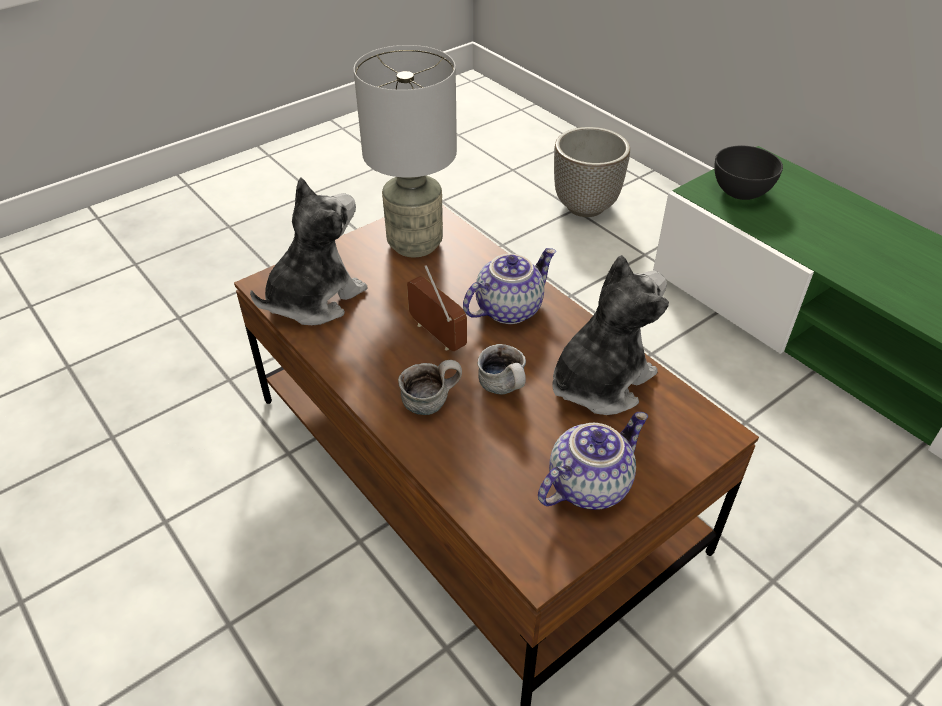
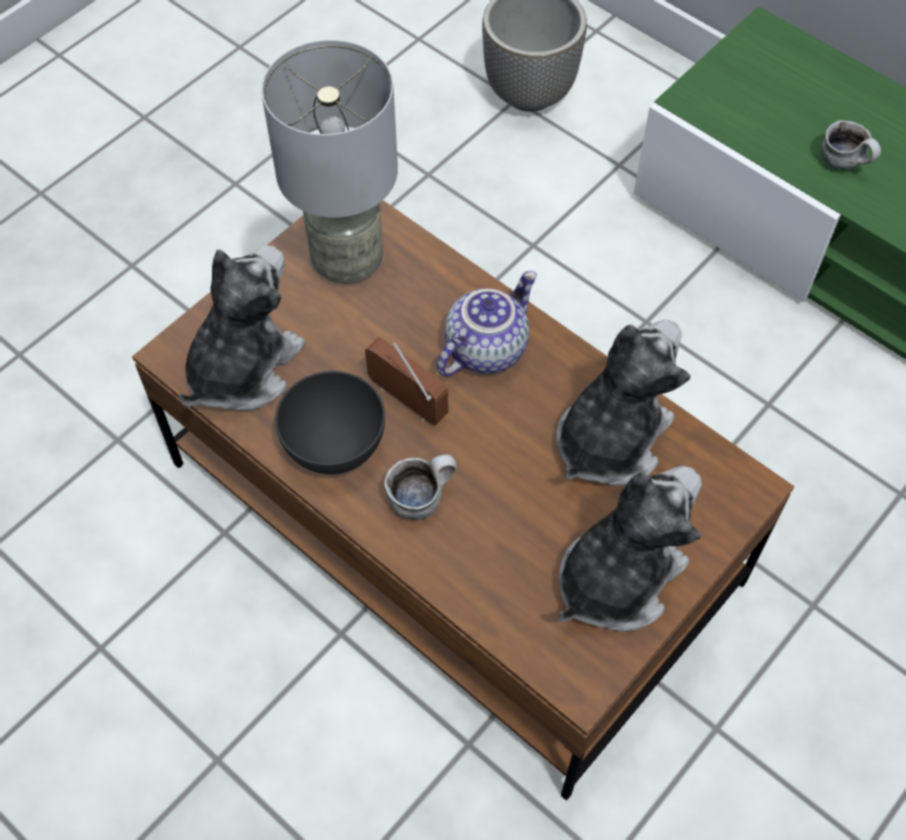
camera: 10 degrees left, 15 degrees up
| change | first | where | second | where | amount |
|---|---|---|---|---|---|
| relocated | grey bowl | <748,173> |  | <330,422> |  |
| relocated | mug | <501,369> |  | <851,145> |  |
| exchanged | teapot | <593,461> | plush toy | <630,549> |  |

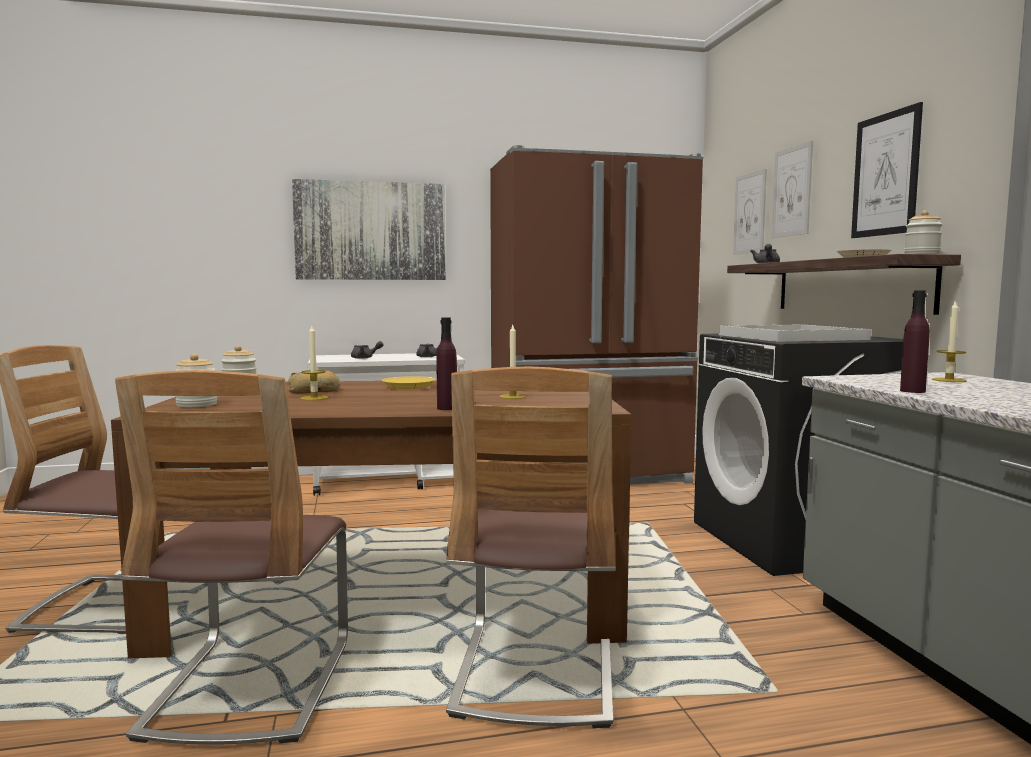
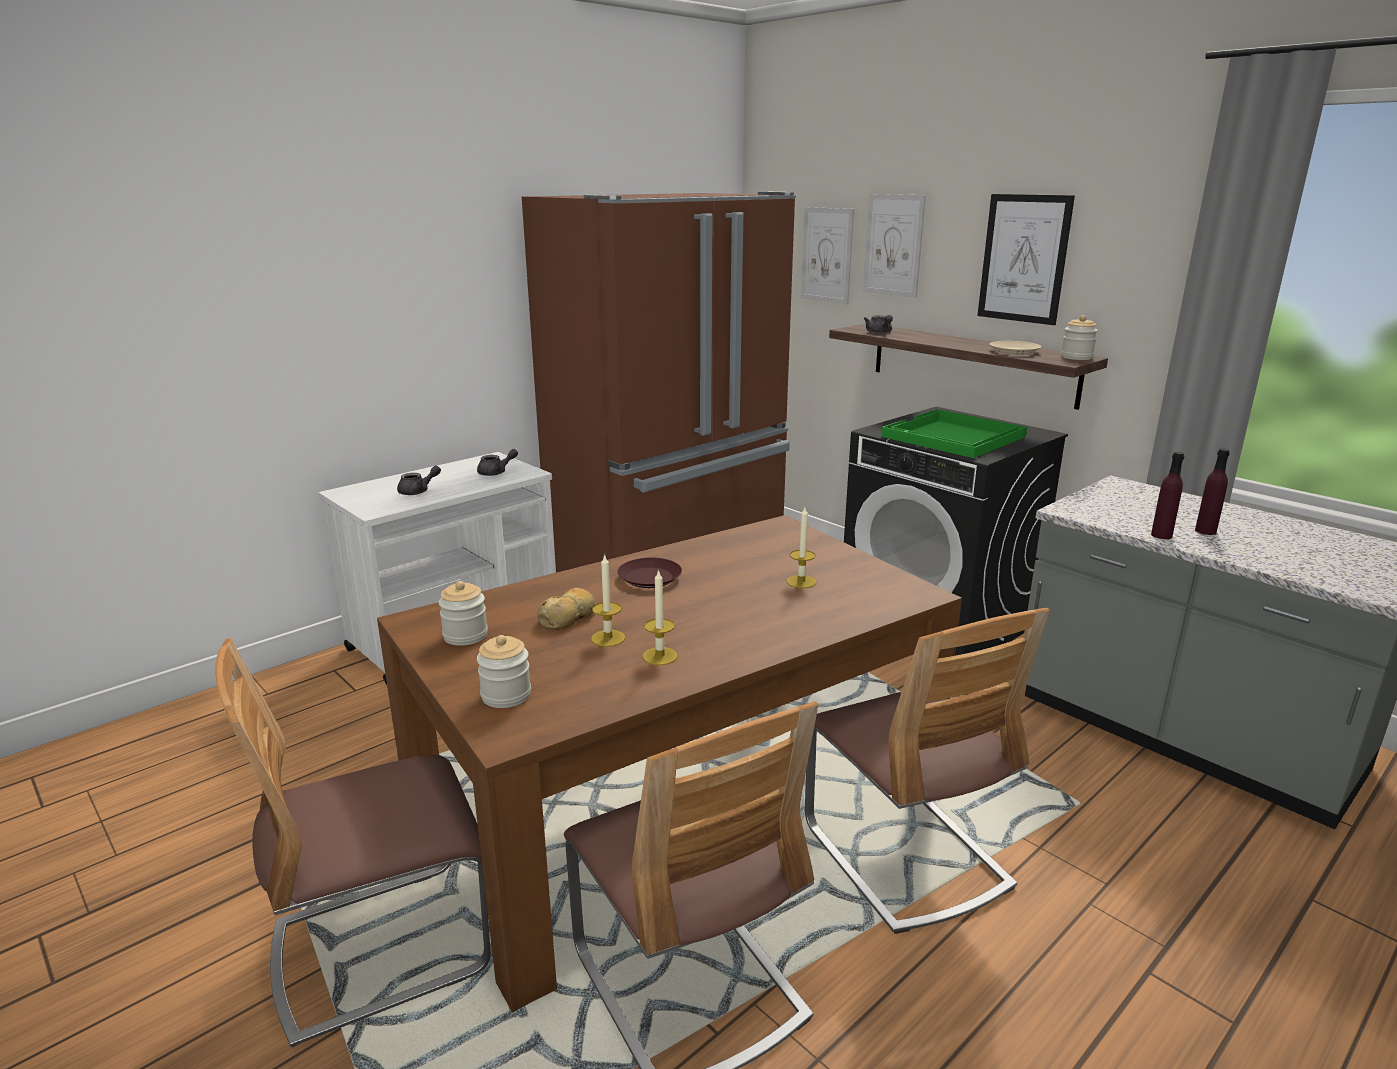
camera: 30 degrees left, 15 degrees up
| change | first | where | second | where | amount |
|---|---|---|---|---|---|
| missing | picture | <369,229> |  |  |  |
| relocated | candle | <949,342> |  | <660,617> |  |
| relocated | purple bottle | <446,363> |  | <1212,491> |  |
| colour | white tray | <795,333> | green tray | <954,433> |  |
| colour | yellow plate | <408,382> | brown plate | <650,573> |  |

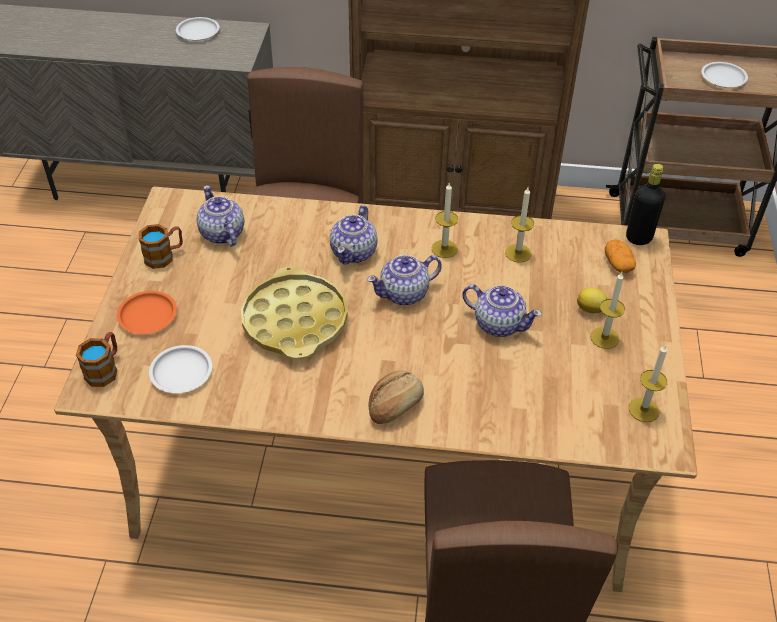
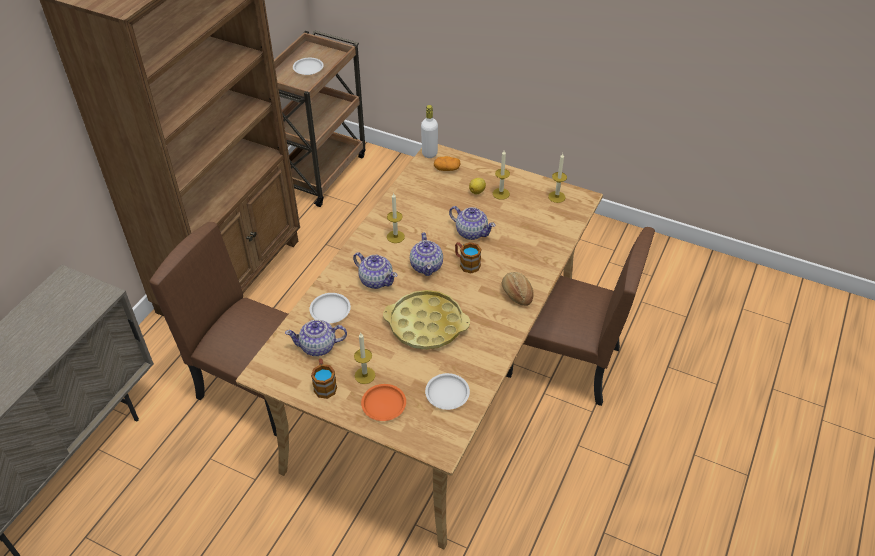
camera: 70 degrees left, 0 degrees up
| change | first | where | second | where | amount |
|---|---|---|---|---|---|
| relocated | white plate | <197,28> |  | <330,308> |  |
| colour | black bottle | <646,204> | white bottle | <429,131> |  |
| relocated | candle | <519,225> |  | <364,358> |  |
| spun | teapot | <502,310> |  | <472,223> | 75 degrees clockwise |
| relocated | mug | <96,359> |  | <468,257> |  |

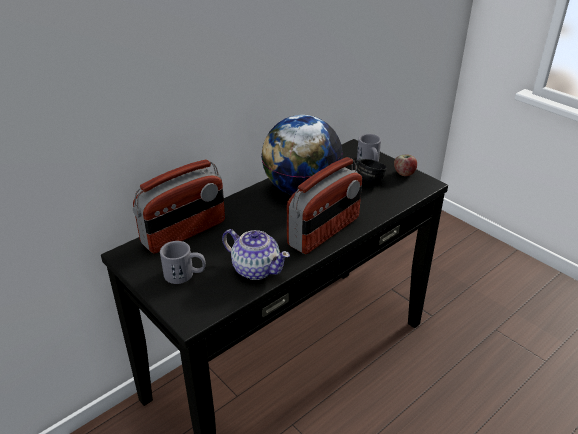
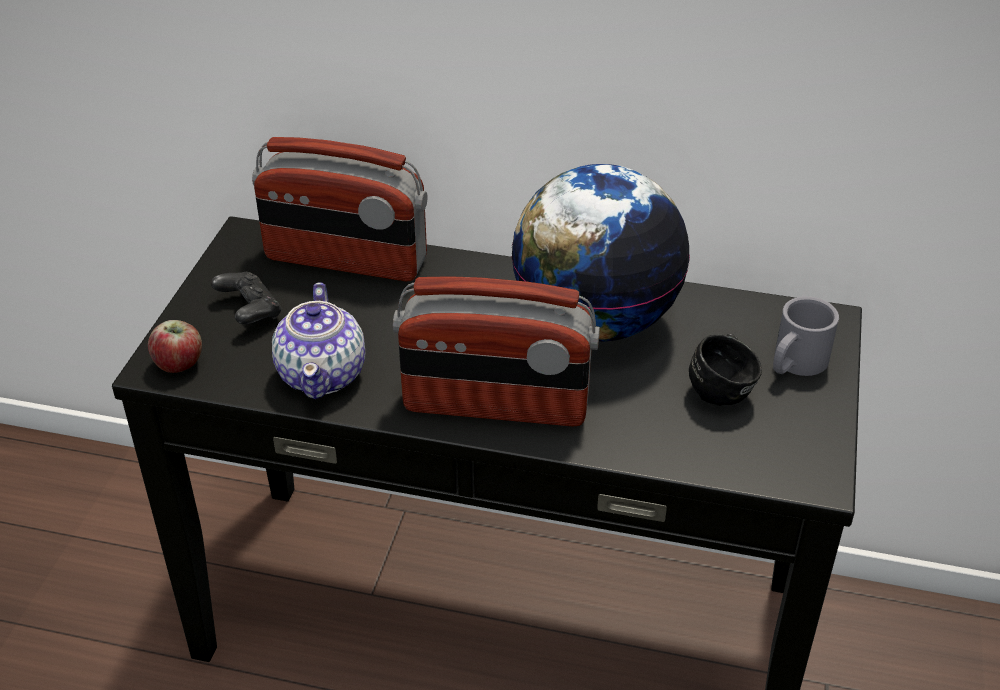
camera: 55 degrees right, 5 degrees up
| change | first | where | second | where | amount |
|---|---|---|---|---|---|
| relocated | apple | <405,165> |  | <175,346> |  |
| exchanged | grey mug | <183,262> | black game controller | <246,298> |  |

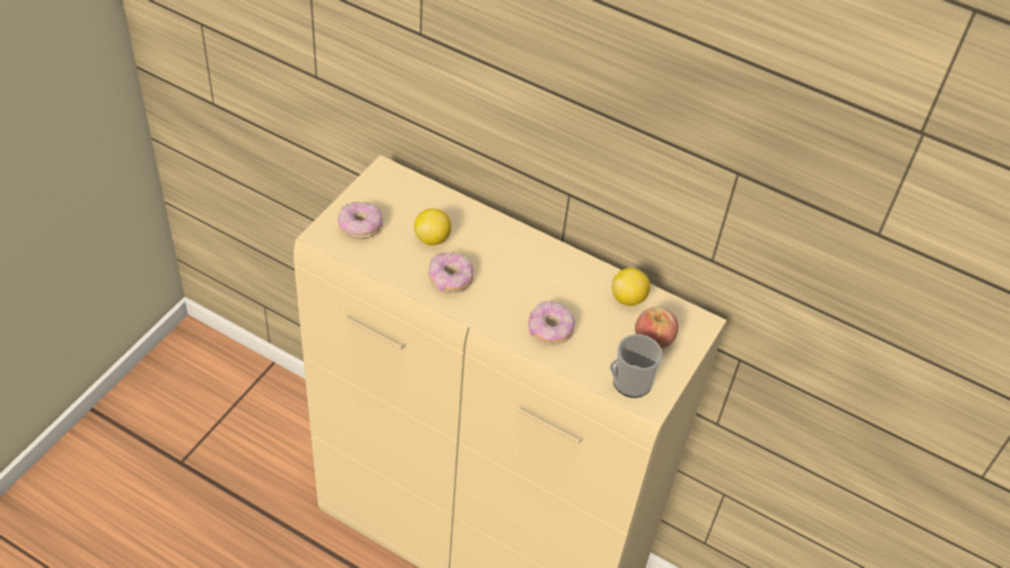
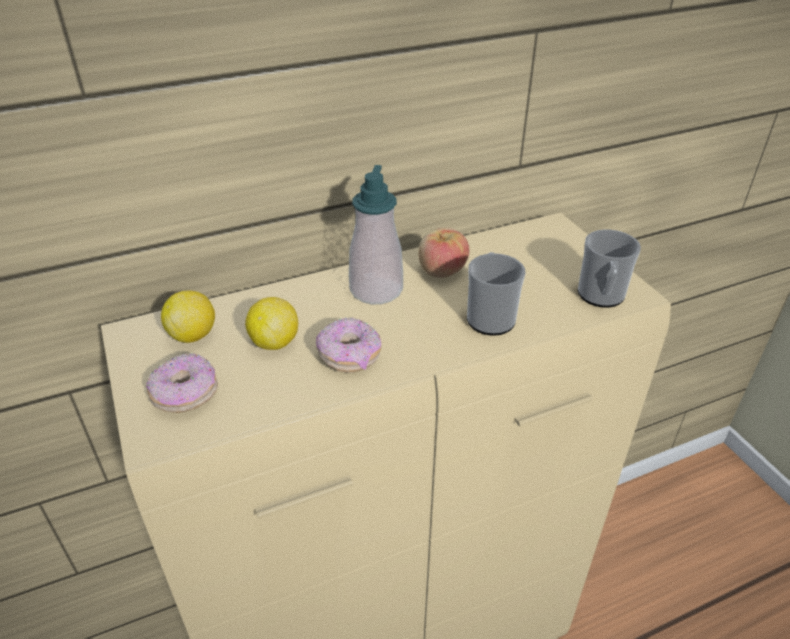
camera: 50 degrees left, 10 degrees down
| change | first | where | second | where | amount |
|---|---|---|---|---|---|
| relocated | lemon | <631,287> |  | <188,317> |  |
| exchanged | donut | <551,323> | mug | <496,294> |  |
| relocated | apple | <656,327> |  | <443,253> |  |
| appeared |  |  | soap dispenser | <376,234> |  |

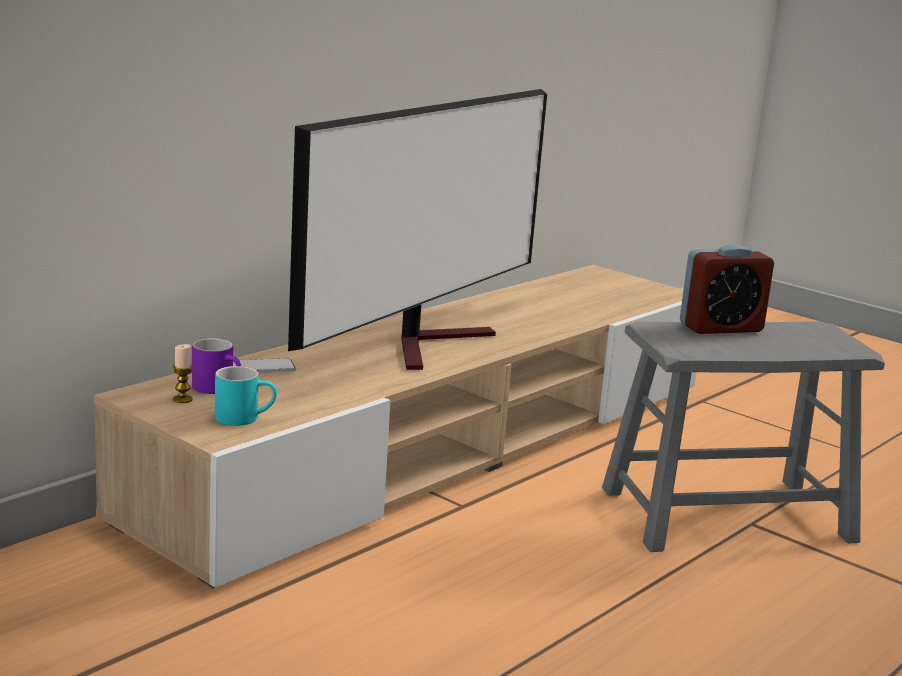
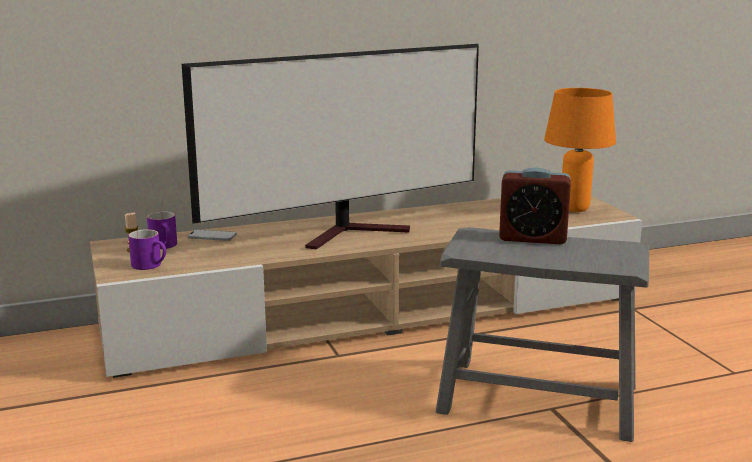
camera: 30 degrees right, 0 degrees up
| change | first | where | second | where | amount |
|---|---|---|---|---|---|
| colour | turquoise mug | <246,396> | purple mug | <147,249> |  |
| appeared |  |  | orange table lamp | <580,150> |  |

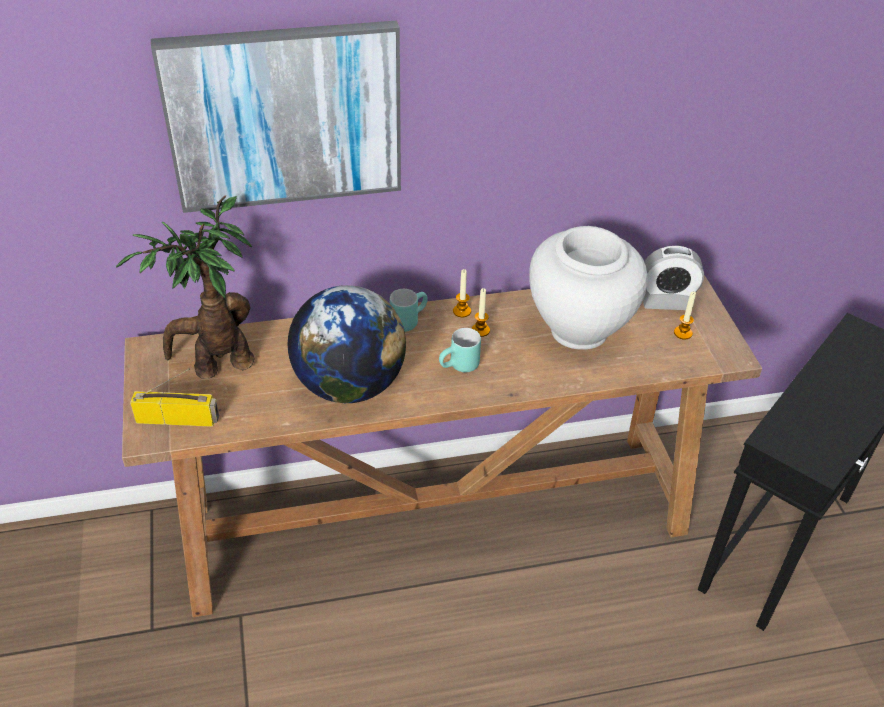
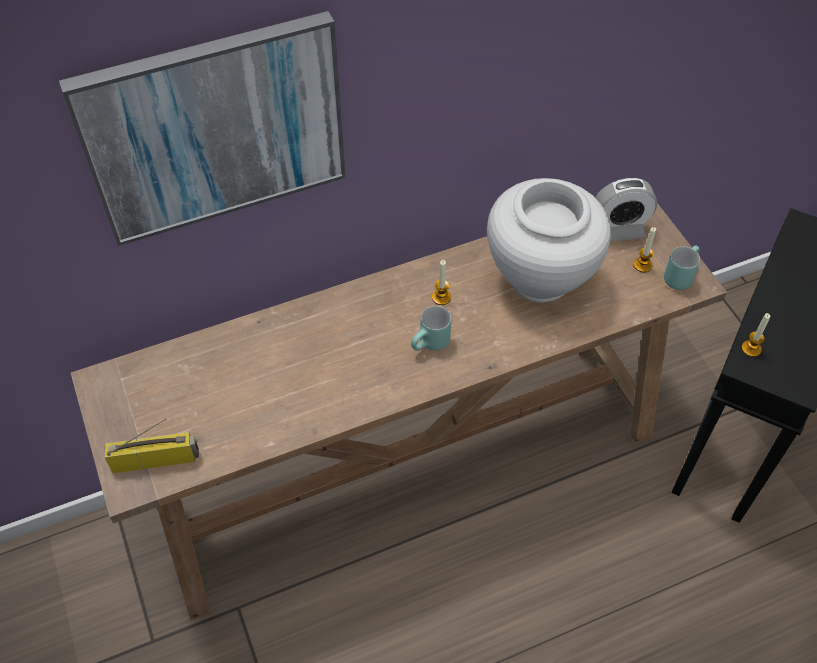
camera: 10 degrees left, 10 degrees up
| change | first | where | second | where | amount |
|---|---|---|---|---|---|
| missing | potted plant | <185,287> |  |  |  |
| relocated | candle | <462,293> |  | <755,335> |  |
| missing | globe | <347,344> |  |  |  |
| relocated | turquoise mug | <409,310> |  | <682,267> |  |

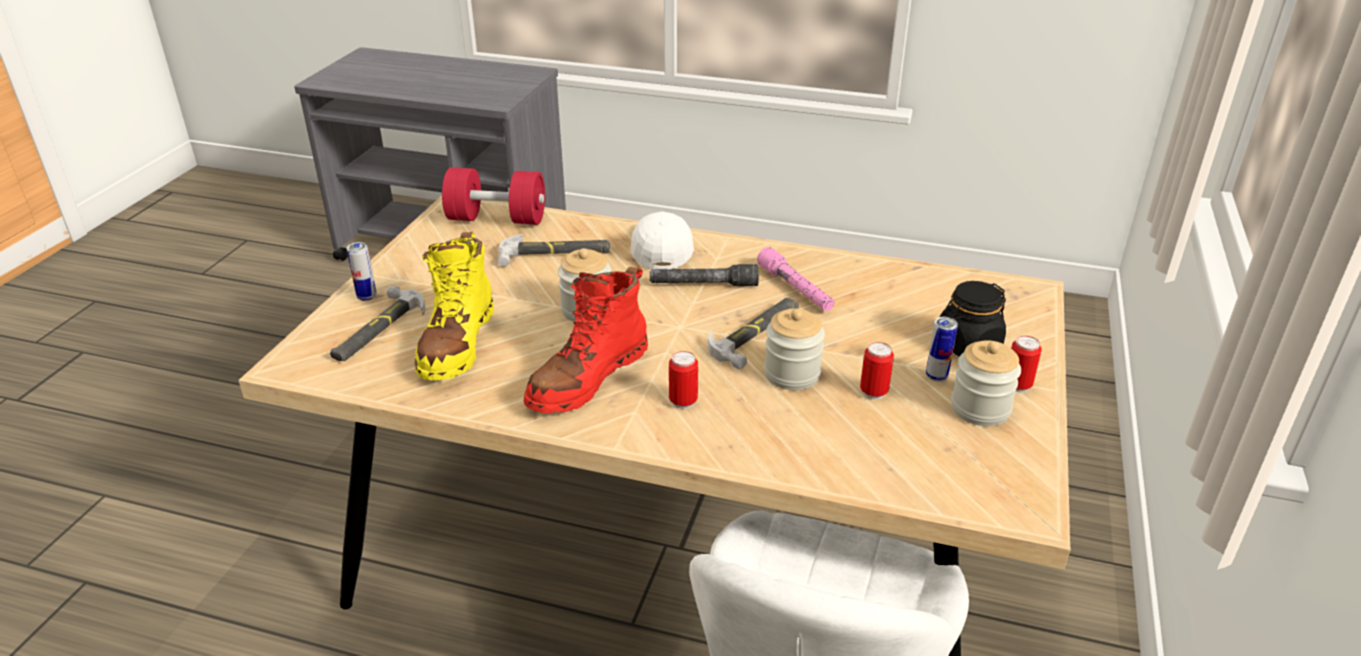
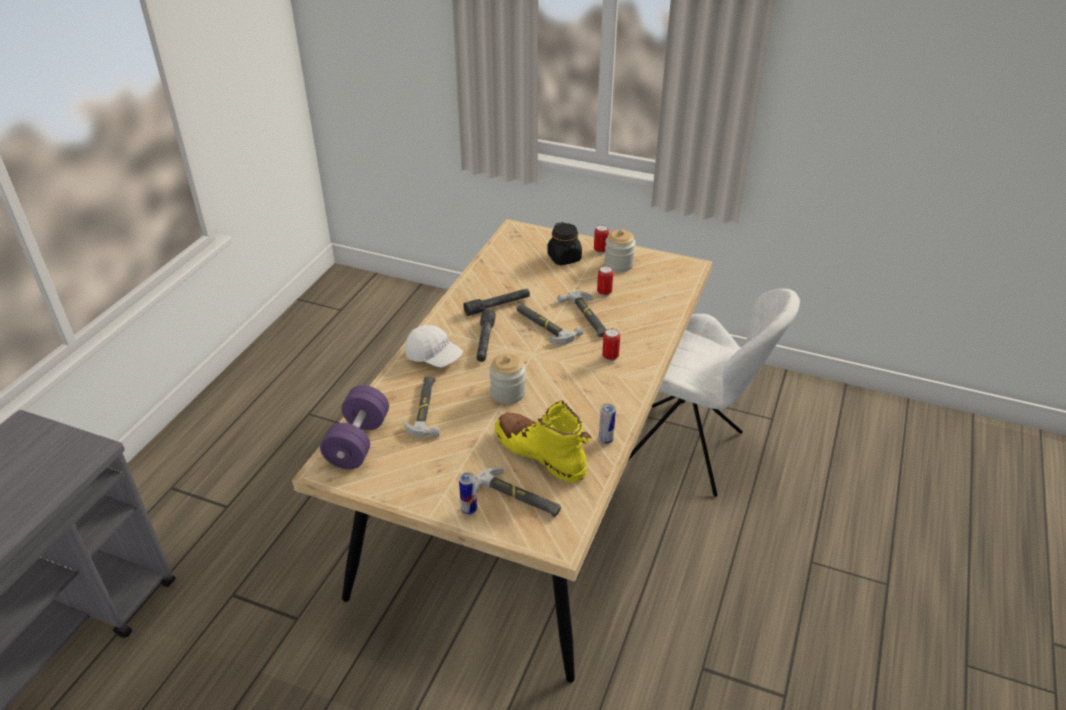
camera: 85 degrees left, 5 degrees up
| change | first | where | second | where | amount |
|---|---|---|---|---|---|
| colour | red dumbbell | <493,196> | purple dumbbell | <354,427> |  |
| spun | white cap | <662,240> |  | <434,346> | 150 degrees counterclockwise |
| spun | yellow boot | <454,306> |  | <543,442> | 150 degrees counterclockwise |
| colour | pink flashlight | <795,279> | grey flashlight | <496,302> |  |
| missing | red boot | <585,340> |  |  |  |
| exchanged | jar | <794,349> | hammer | <582,314> |  |
| relocated | can | <942,349> |  | <607,424> |  |

